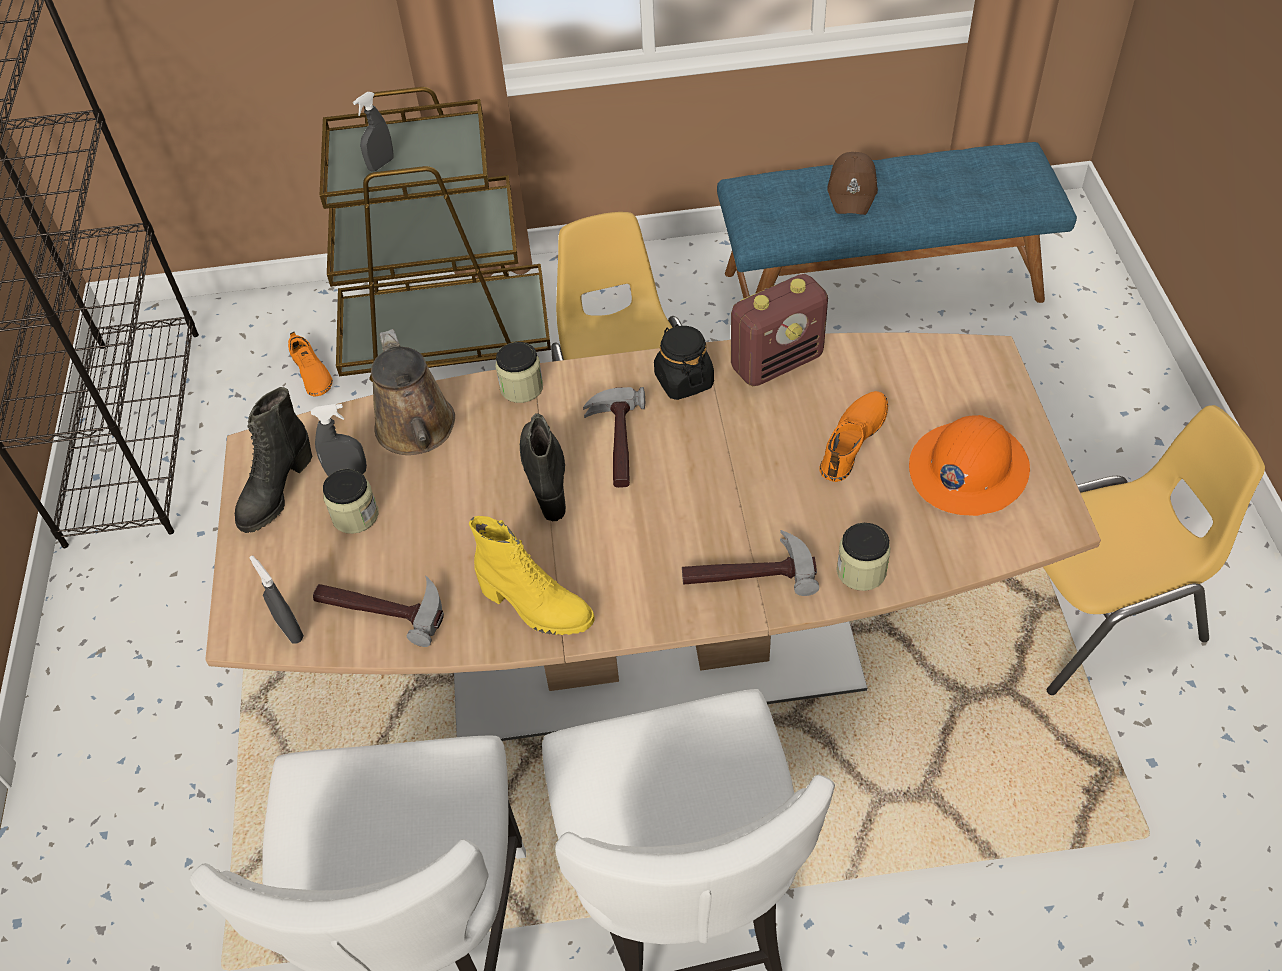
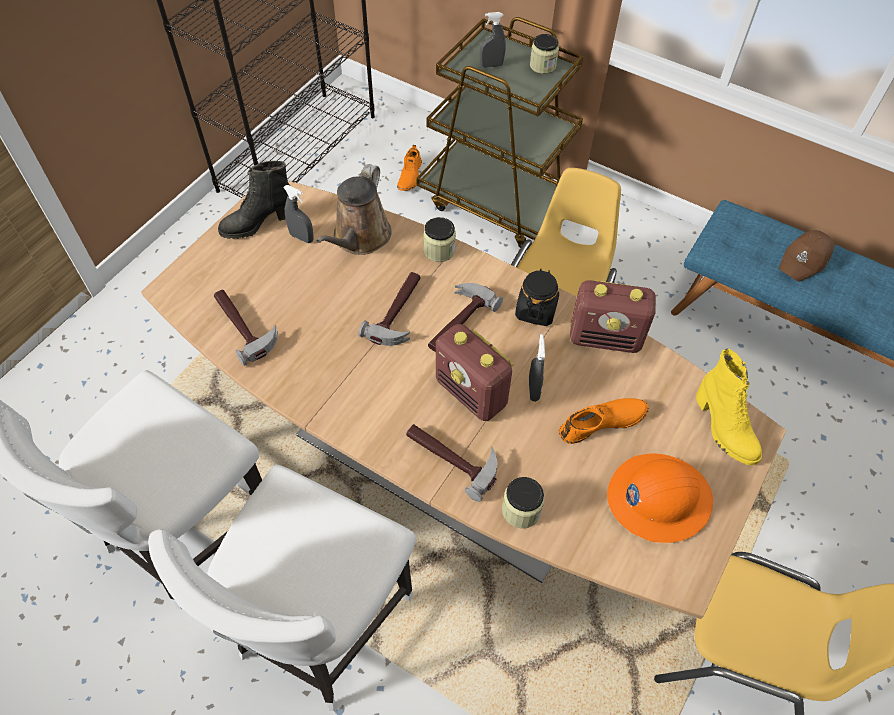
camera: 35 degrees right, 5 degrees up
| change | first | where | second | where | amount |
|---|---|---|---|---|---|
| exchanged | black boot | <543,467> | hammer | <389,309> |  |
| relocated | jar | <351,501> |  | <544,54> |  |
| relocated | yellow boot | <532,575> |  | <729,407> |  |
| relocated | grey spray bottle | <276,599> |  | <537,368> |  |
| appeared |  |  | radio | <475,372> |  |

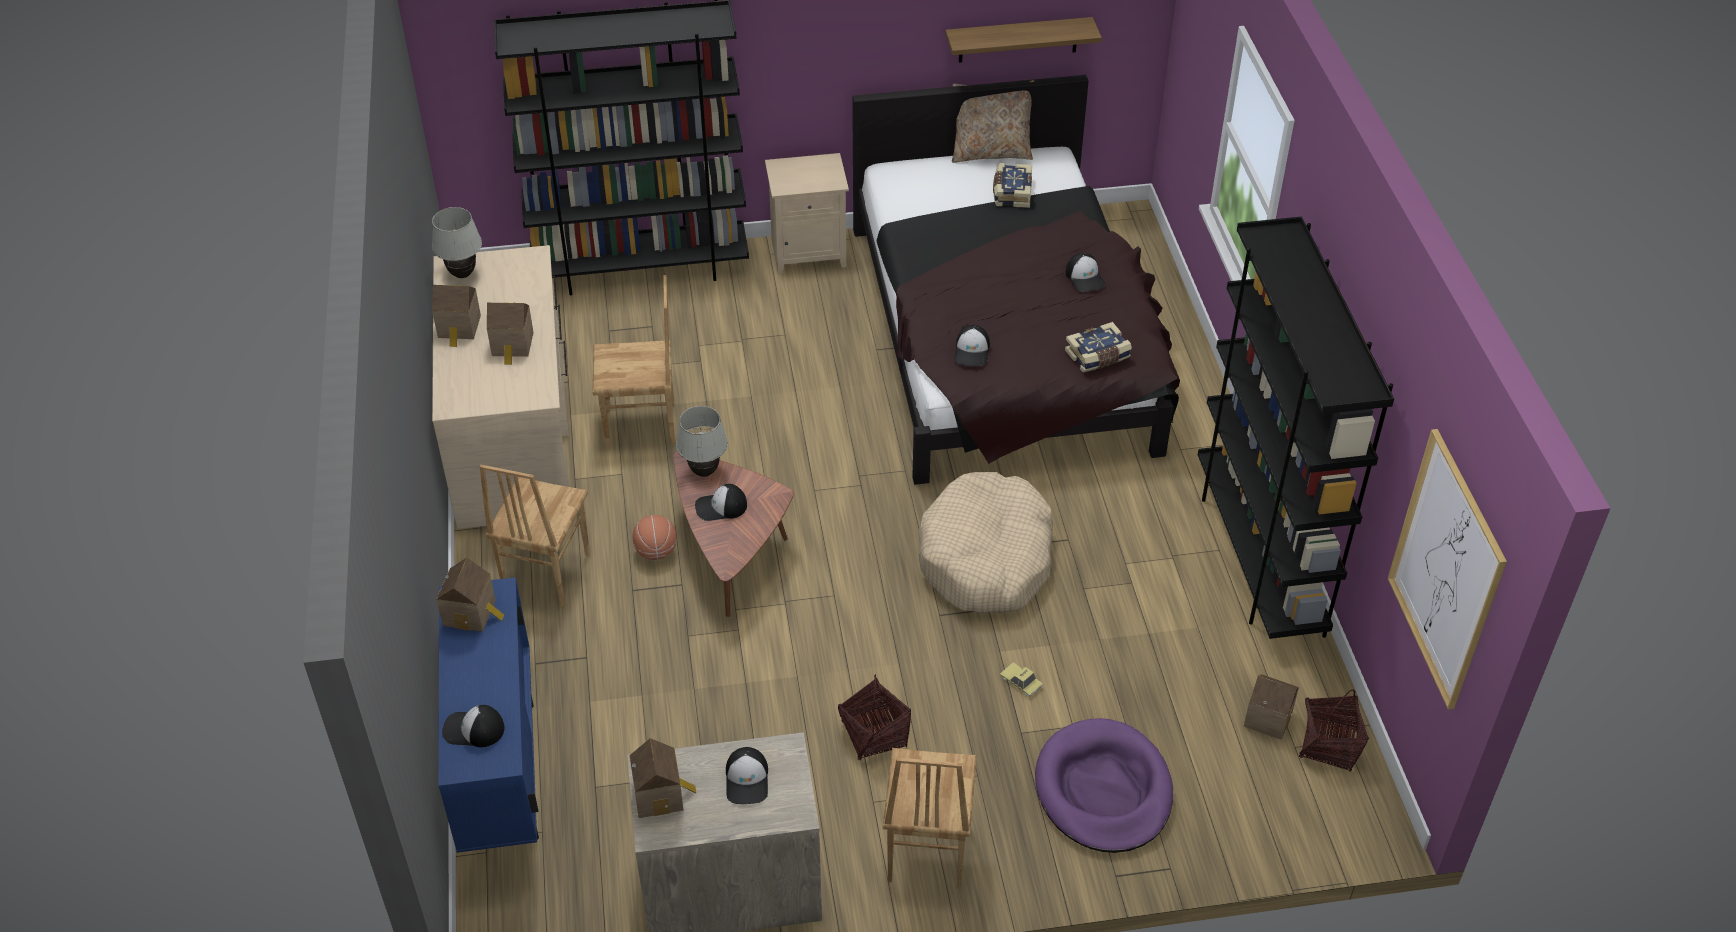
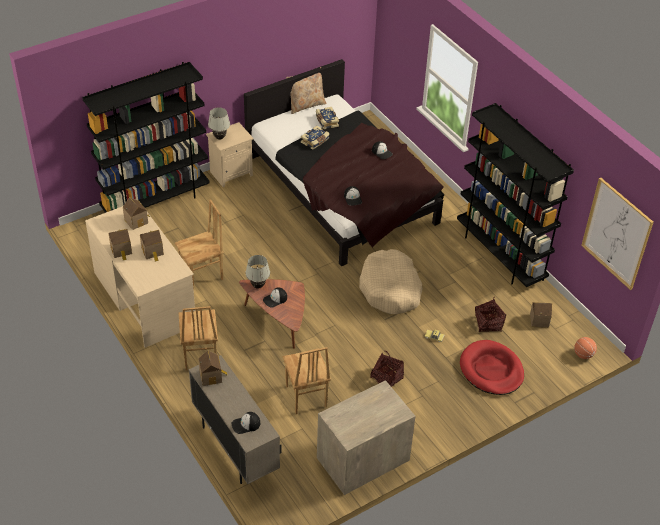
camera: 25 degrees left, 0 degrees up
| change | first | where | second | where | amount |
|---|---|---|---|---|---|
| missing | shelf | <1023,40> |  |  |  |
| relocated | white table lamp | <457,242> |  | <219,123> |  |
| relocated | book | <1098,347> |  | <315,138> |  |
| relocated | basketball | <654,537> |  | <585,348> |  |
| colour | blue cabinet | <488,715> | beige cabinet | <235,419> |  |
| relocated | basket | <1334,730> |  | <490,315> |  |
| colour | purple dog bed | <1104,785> | red dog bed | <492,367> |  |
| relocated | toy house | <662,778> |  | <136,213> |  |
| missing | cap | <747,775> |  |  |  |
| relocated | brown chair | <930,818> |  | <307,380> |  |

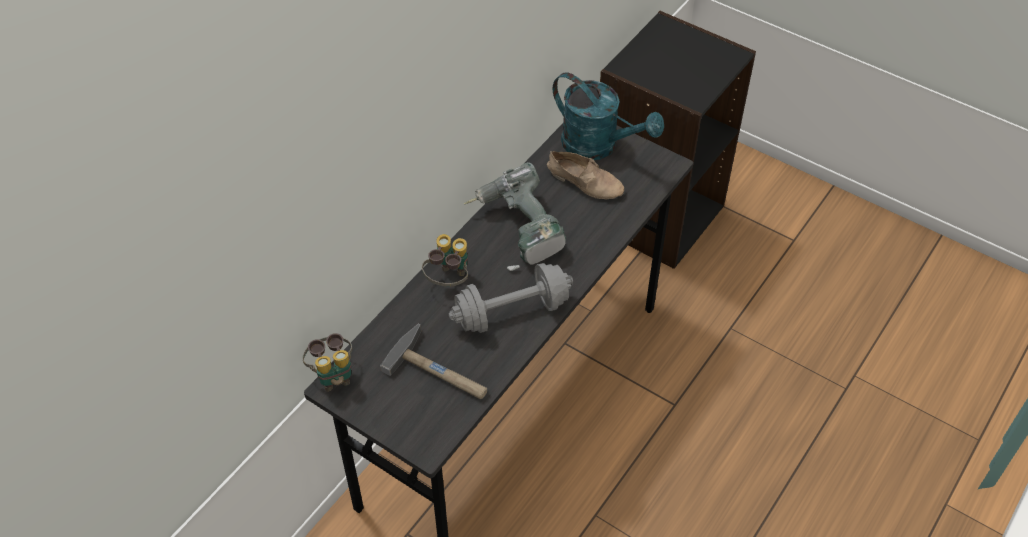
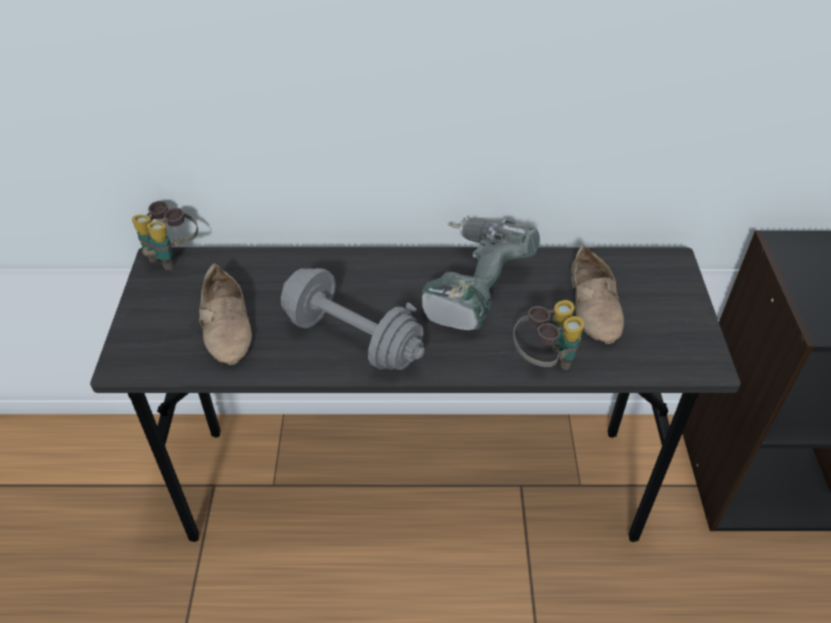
camera: 55 degrees right, 5 degrees down
| change | first | where | second | where | amount |
|---|---|---|---|---|---|
| missing | turquoise watering can | <608,116> |  |  |  |
| relocated | binoculars | <445,260> |  | <548,335> |  |
| exchanged | hammer | <433,361> | beige shoe | <225,314> |  |

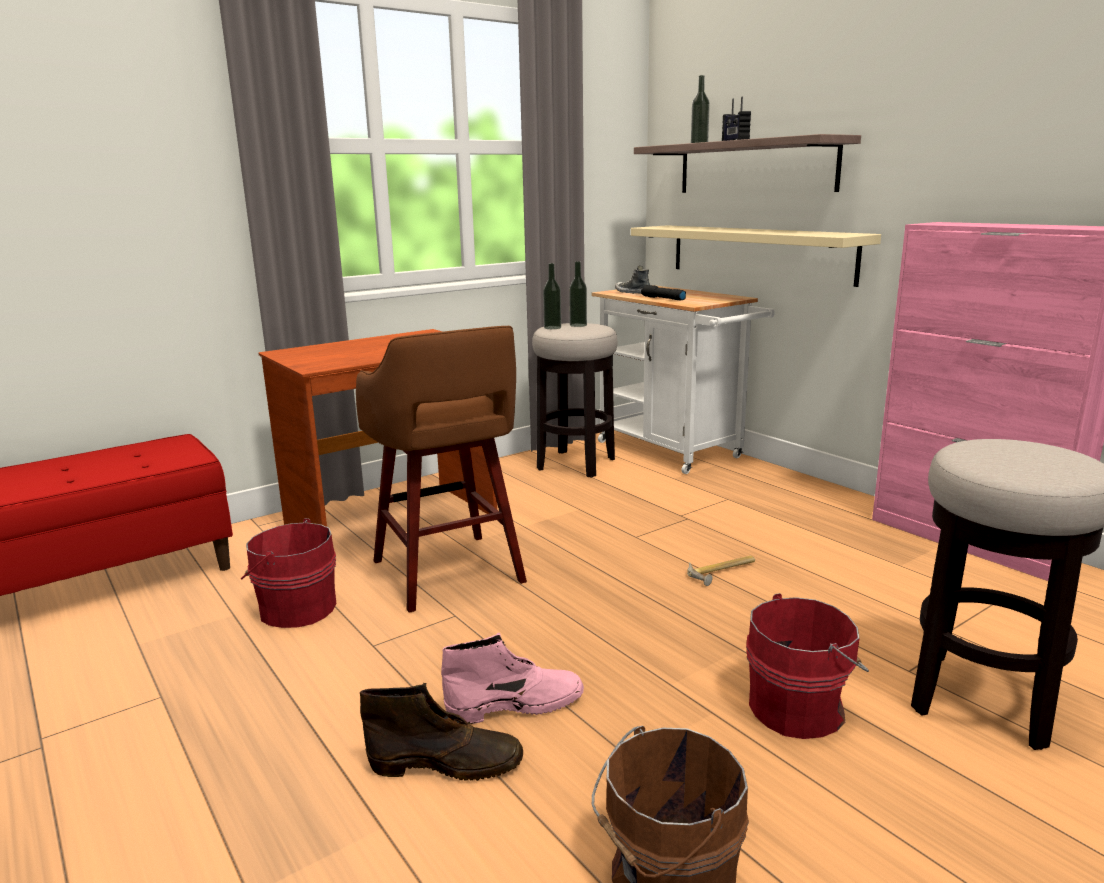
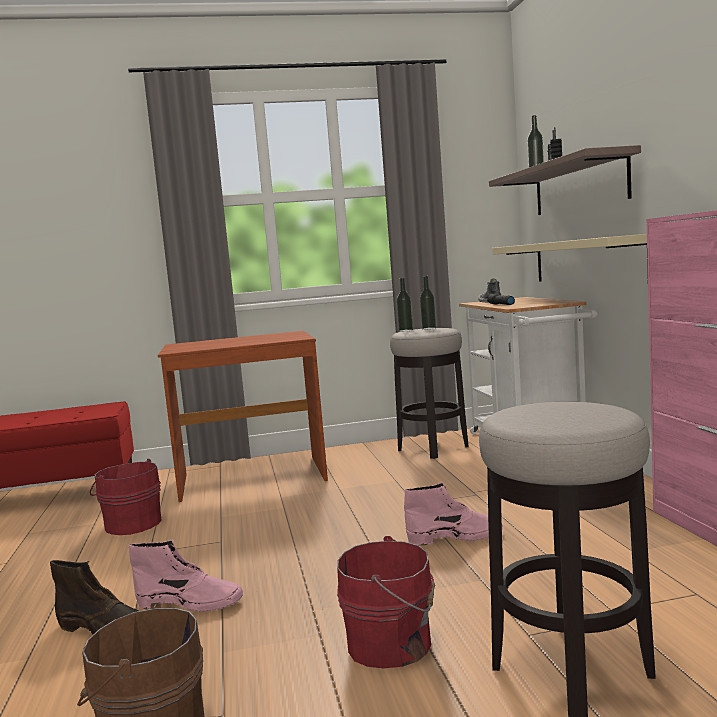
camera: 25 degrees right, 10 degrees down
| change | first | where | second | where | amount |
|---|---|---|---|---|---|
| missing | brown stool | <441,469> |  |  |  |
| exchanged | hammer | <721,570> | pink boot | <453,513> |  |

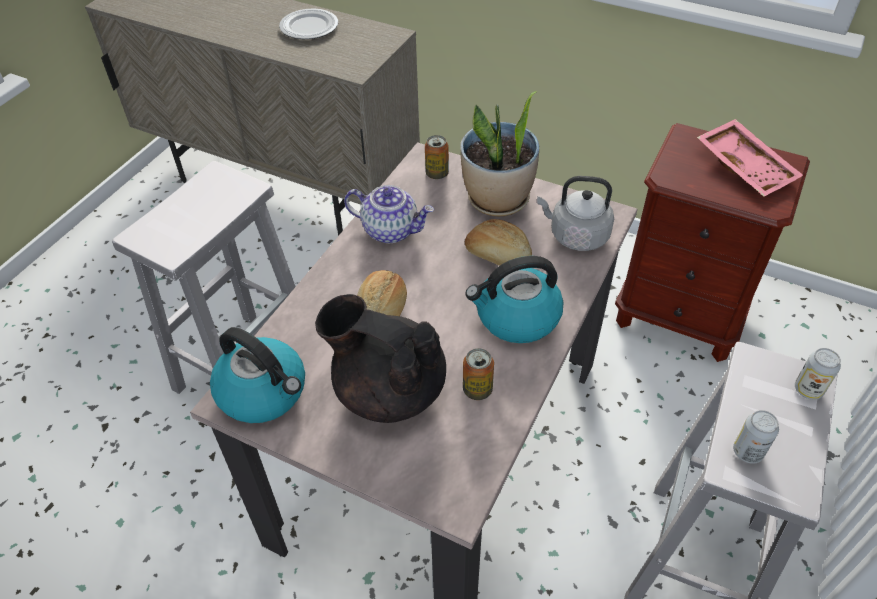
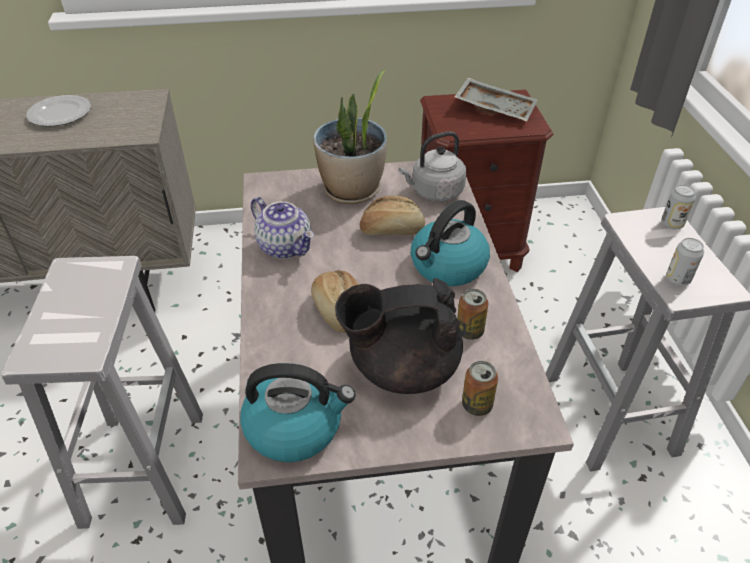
camera: 35 degrees left, 5 degrees down
| change | first | where | second | where | amount |
|---|---|---|---|---|---|
| colour | pink tray | <750,158> | grey tray | <496,99> |  |
| relocated | can | <437,157> |  | <480,388> |  |
| spun | teapot | <389,214> |  | <282,228> | 60 degrees clockwise |

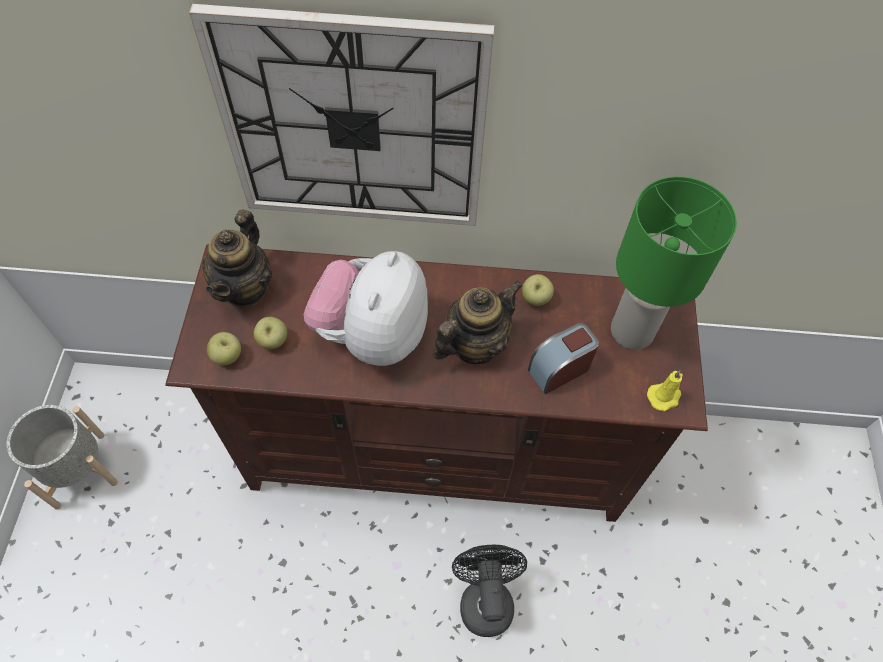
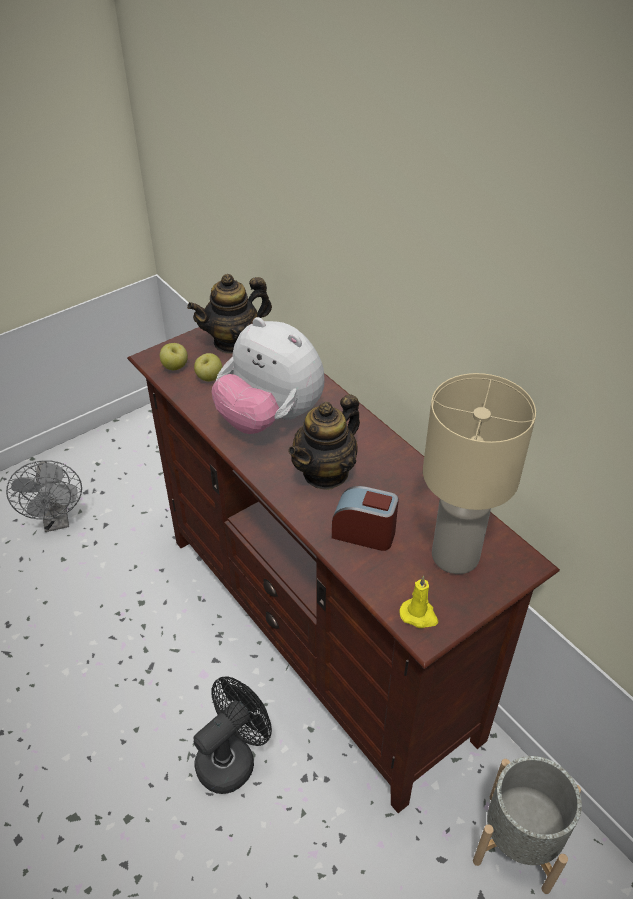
camera: 50 degrees right, 15 degrees down
| change | first | where | second | where | amount |
|---|---|---|---|---|---|
| missing | wall clock | <341,115> |  |  |  |
| colour | green table lamp | <674,263> | beige table lamp | <479,473> |  |
| spun | plush toy | <366,308> |  | <268,375> | 120 degrees counterclockwise |
| missing | apple | <538,290> |  |  |  |
| spun | teapot | <478,322> |  | <324,442> | 120 degrees clockwise |
| relocated | grey planter | <62,457> |  | <527,825> |  |
| appeared |  |  | grey fan | <44,496> |  |

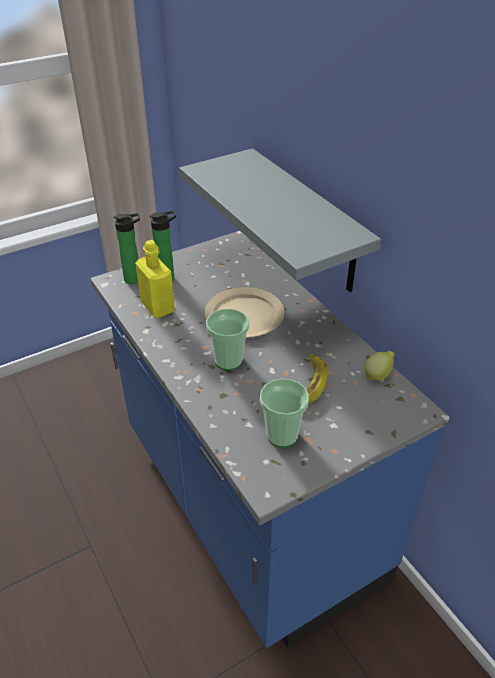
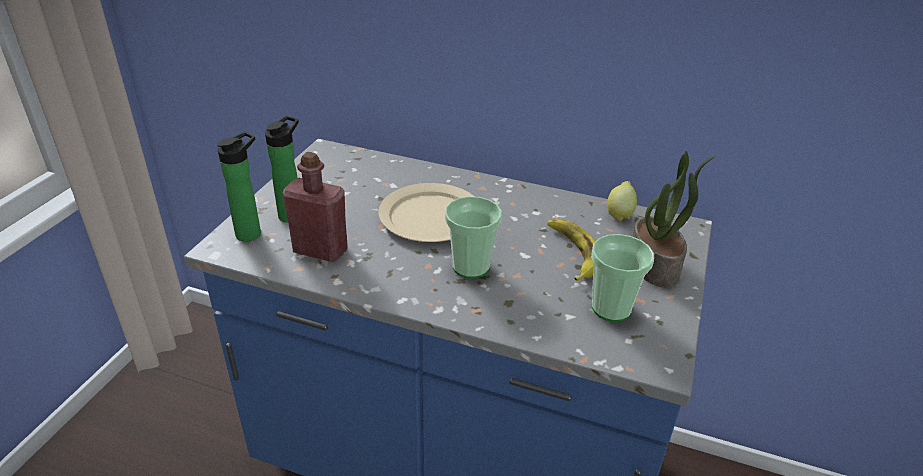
camera: 40 degrees left, 5 degrees down
| change | first | where | second | where | amount |
|---|---|---|---|---|---|
| missing | grey shelf | <280,220> |  |  |  |
| colour | yellow bottle | <155,279> | red bottle | <315,207> |  |
| appeared |  |  | potted plant | <674,219> |  |

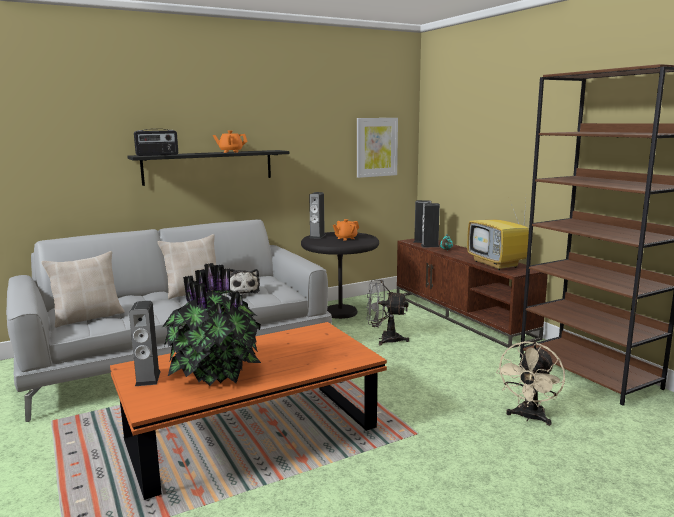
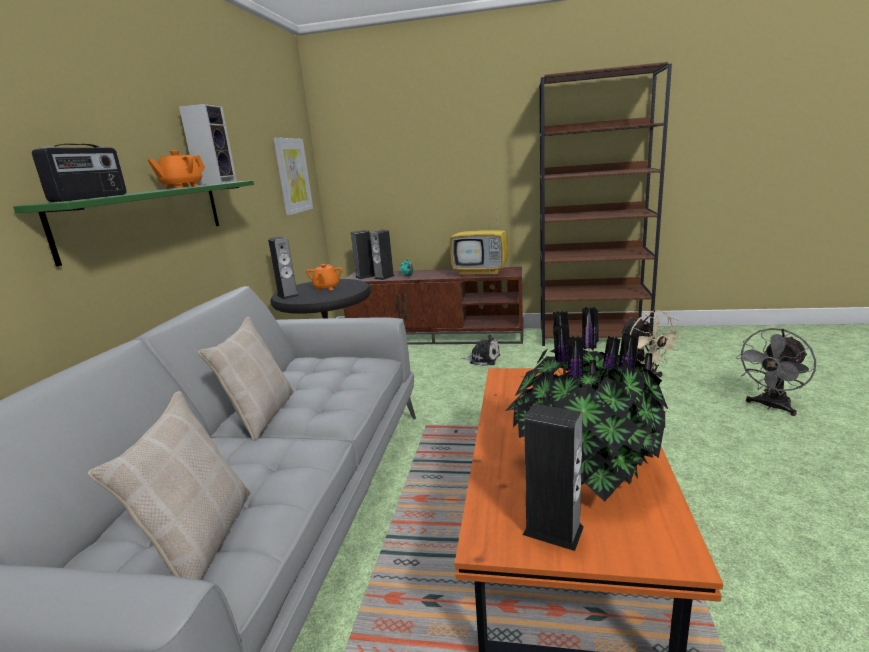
camera: 50 degrees left, 5 degrees up
| change | first | where | second | where | amount |
|---|---|---|---|---|---|
| colour | black shelf | <208,168> | green shelf | <133,224> |  |
| relocated | plush toy | <243,282> |  | <480,350> |  |
| relocated | grey fan | <387,312> |  | <776,372> |  |
| appeared |  |  | speaker | <208,144> |  |

